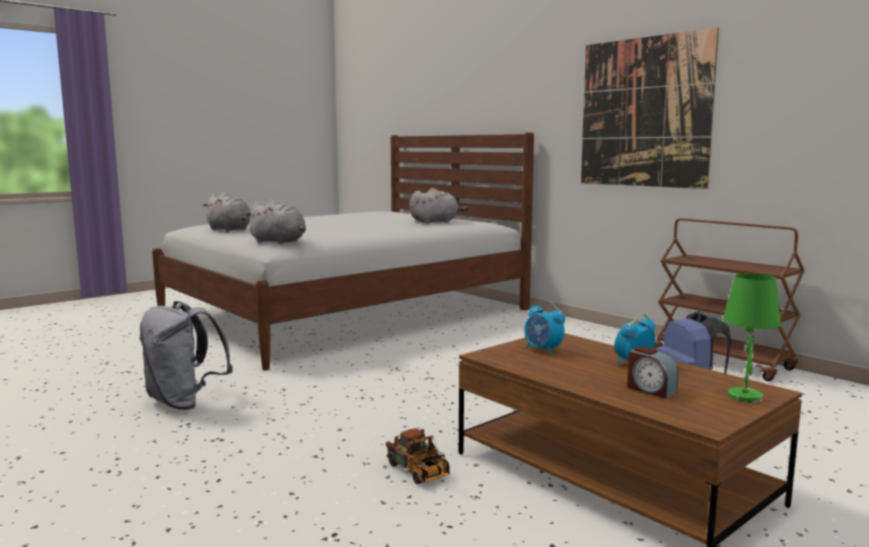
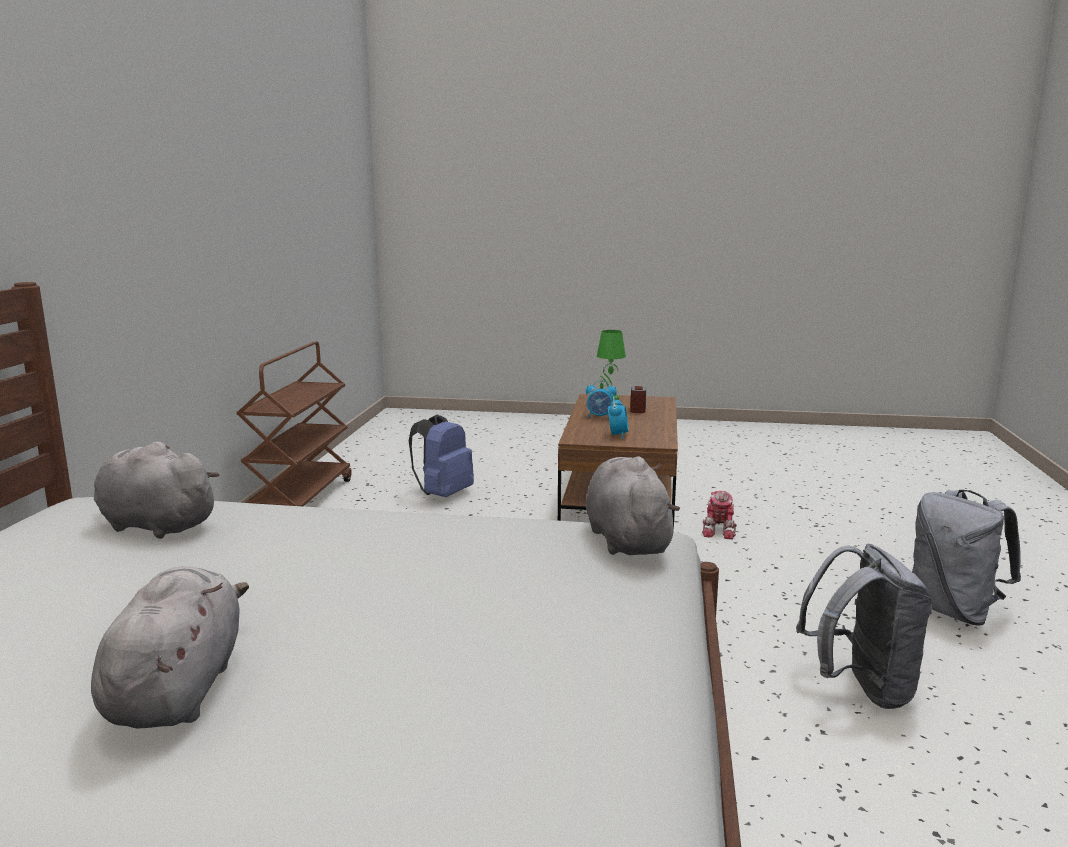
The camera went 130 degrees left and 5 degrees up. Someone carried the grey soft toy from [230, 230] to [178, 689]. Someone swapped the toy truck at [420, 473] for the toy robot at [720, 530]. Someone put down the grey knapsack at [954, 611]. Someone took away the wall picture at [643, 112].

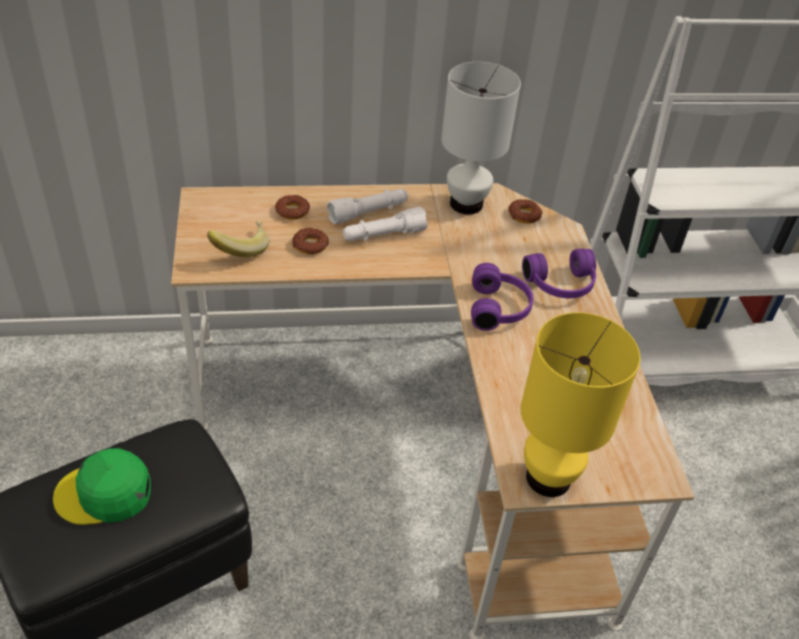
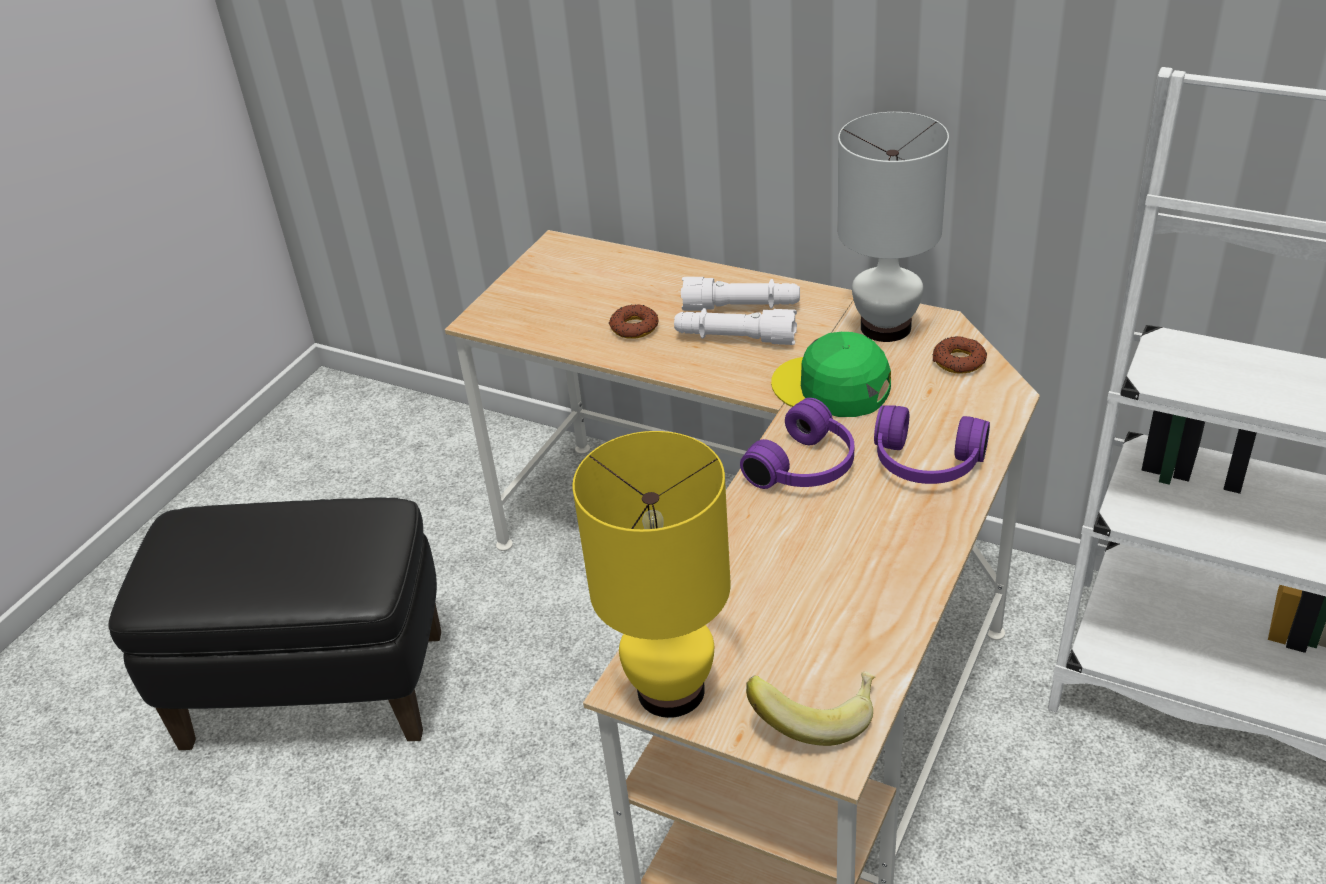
The camera went 40 degrees right and 5 degrees down. Someone carried the banana from [240, 248] to [815, 716]. Someone carried the greenish cap from [104, 493] to [832, 387]. Someone took away the doughnut at [292, 211].

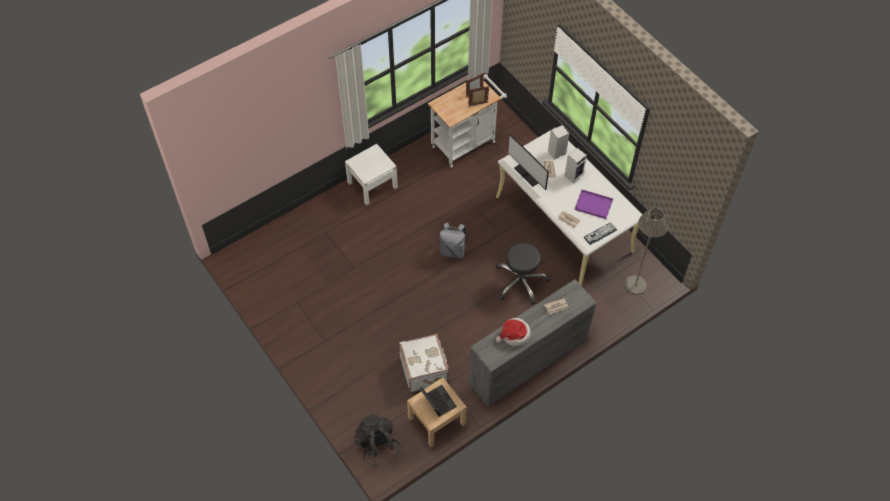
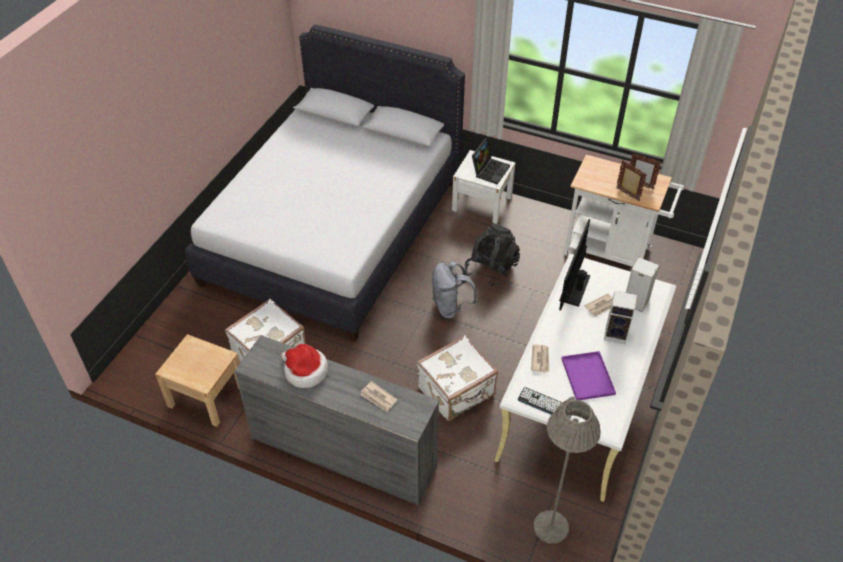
The camera went 60 degrees right and 10 degrees down. Someone put down the whitish sleeping bed at [333, 230]. Someone swapped the black-coloured stool seat at [521, 281] for the whitish travel case at [457, 392]. Someone carried the black-coloured knapsack from [377, 445] to [491, 269]. Someone carried the portable computer from [437, 402] to [490, 170].

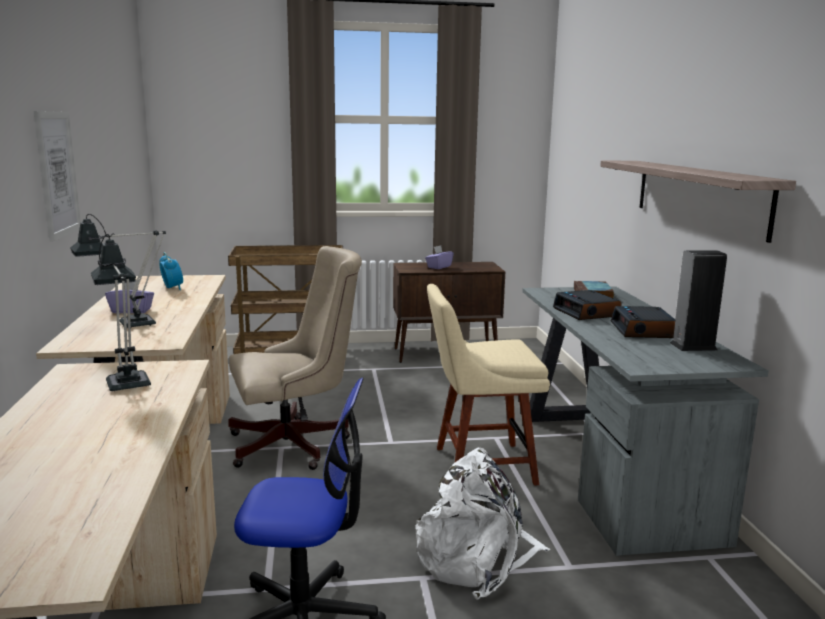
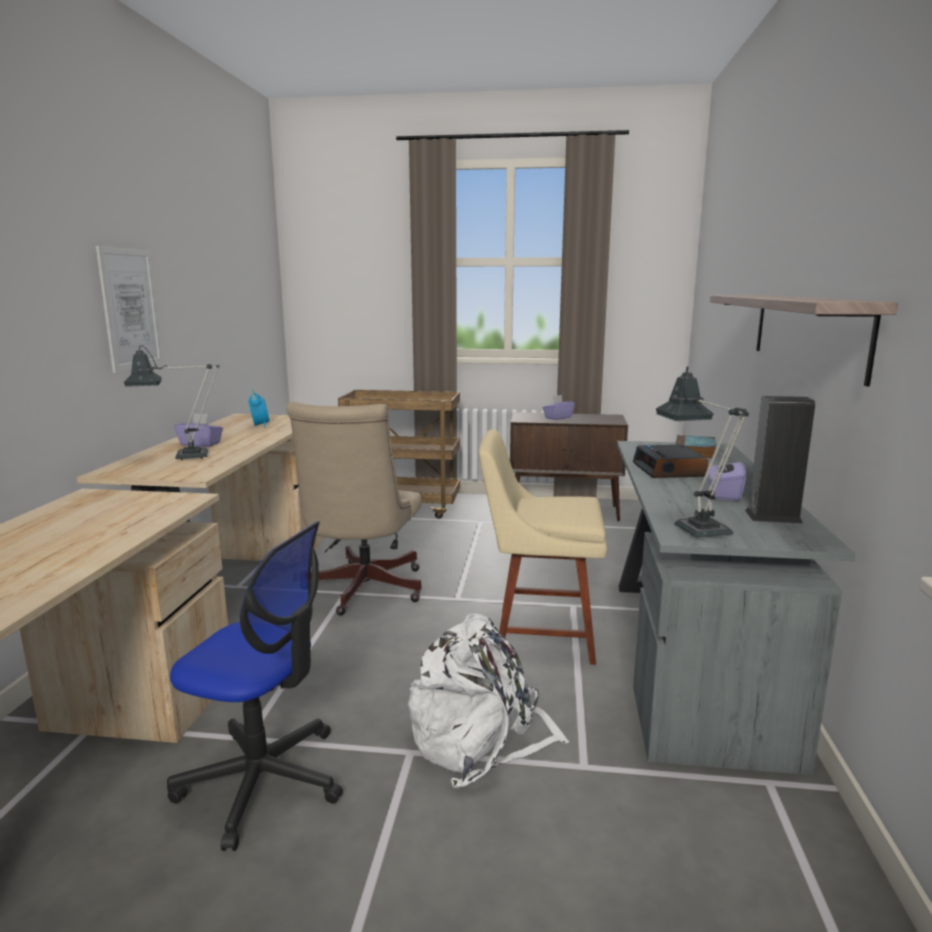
The camera went 15 degrees right and 0 degrees up. Someone rotated the beige-coloured office chair at [296, 444] by 105 degrees clockwise. Someone carried the lamp for a table from [127, 380] to [695, 527]. Someone swapped the alarm clock at [643, 330] for the purple tissue holder at [723, 494].

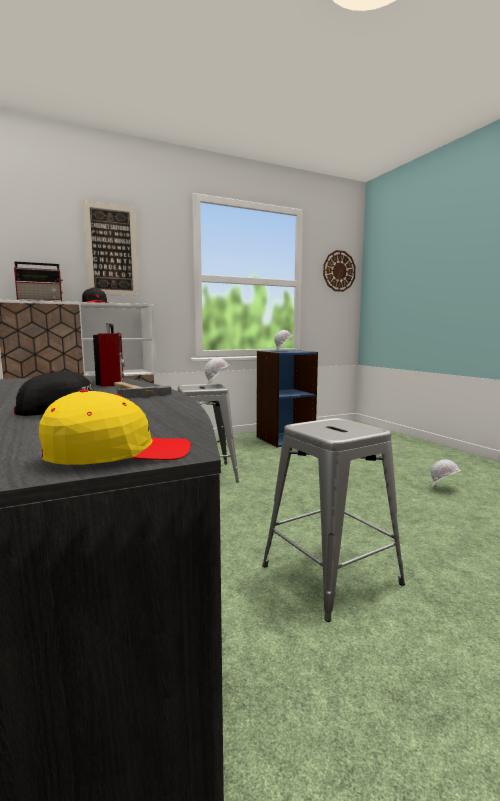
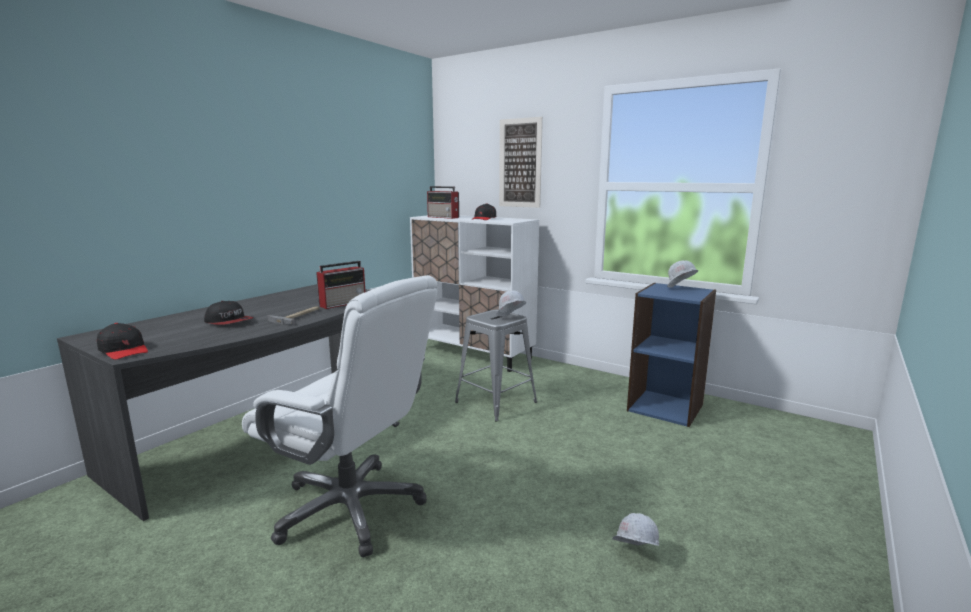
The camera went 60 degrees right and 5 degrees up. Someone repainted the yellow cap at [117, 454], which became the black-coloured cap at [124, 350]. Someone swapped the grey stool seat at [330, 575] for the whitish office chair at [351, 508]. Someone took away the hanging clock at [339, 271].

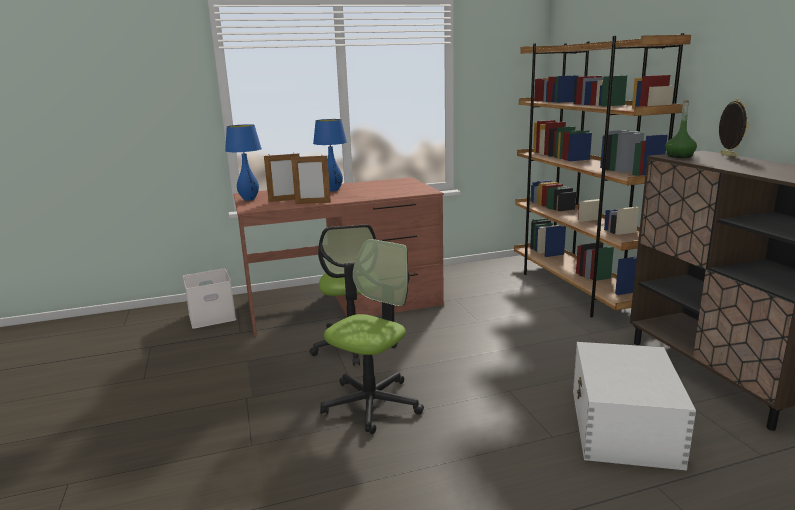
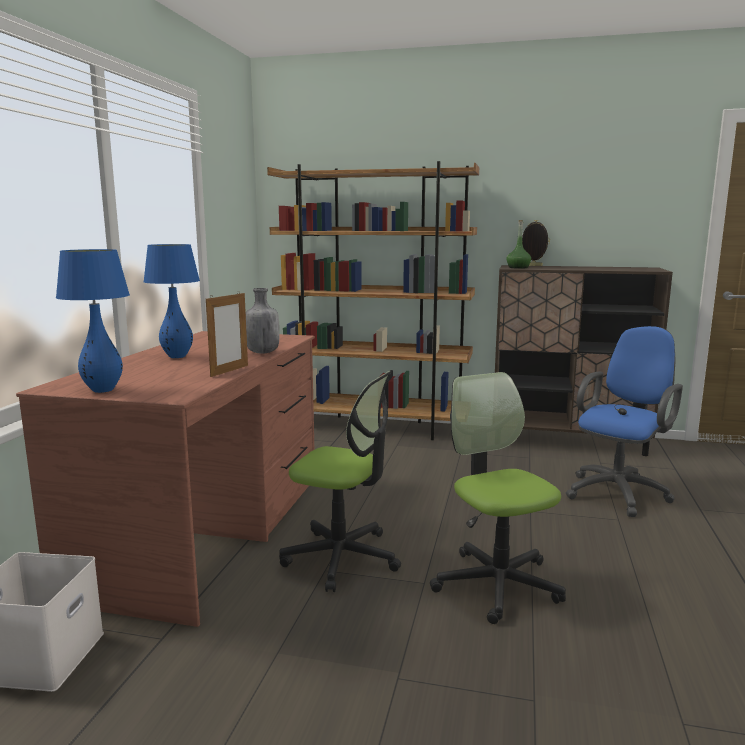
The camera went 60 degrees left and 5 degrees down. Someone put down the grey beverage bottle at [262, 352]. Someone swapped the whitish storage bin at [623, 427] for the blue-coloured office chair at [619, 492]. Someone took away the standing frame at [286, 200].

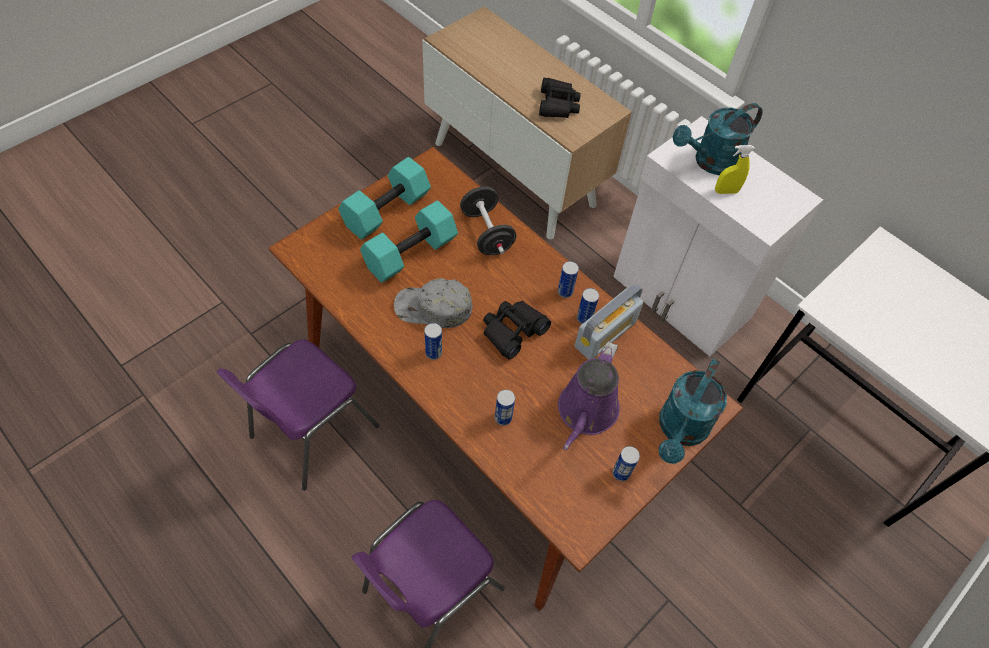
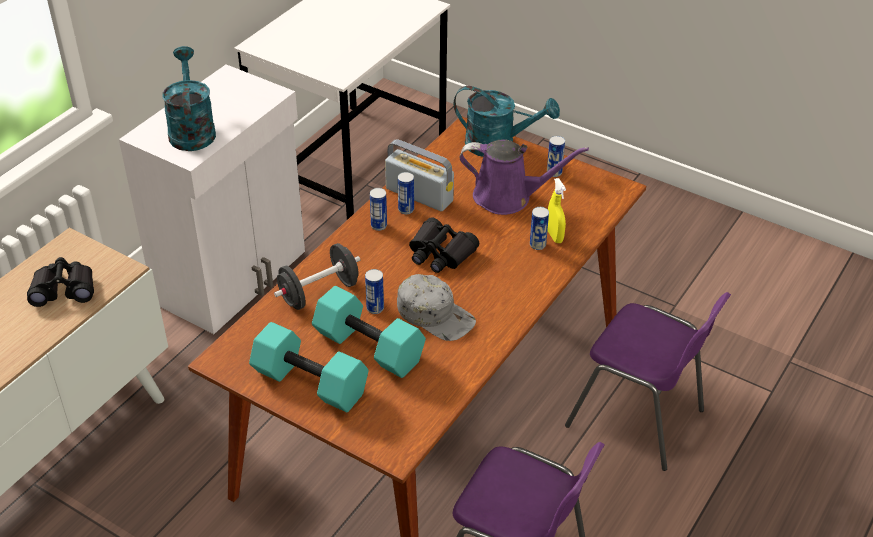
The camera went 100 degrees left and 15 degrees down. Someone rotated the turquoise-coloured sprinkling can at [709, 162] by 150 degrees counterclockwise. Someone carried the can from [433, 353] to [375, 308]. Someone rotated the grey cap at [433, 308] by 45 degrees counterclockwise. Someone carried the yellow spray bottle from [726, 191] to [554, 236].

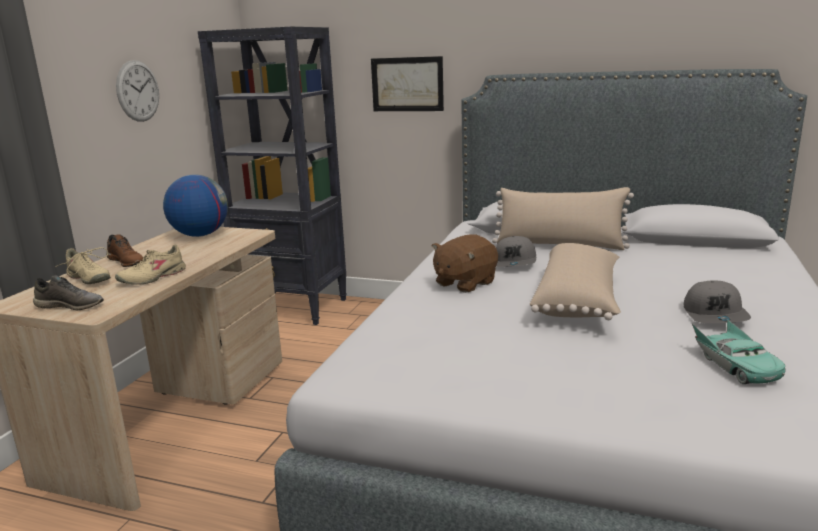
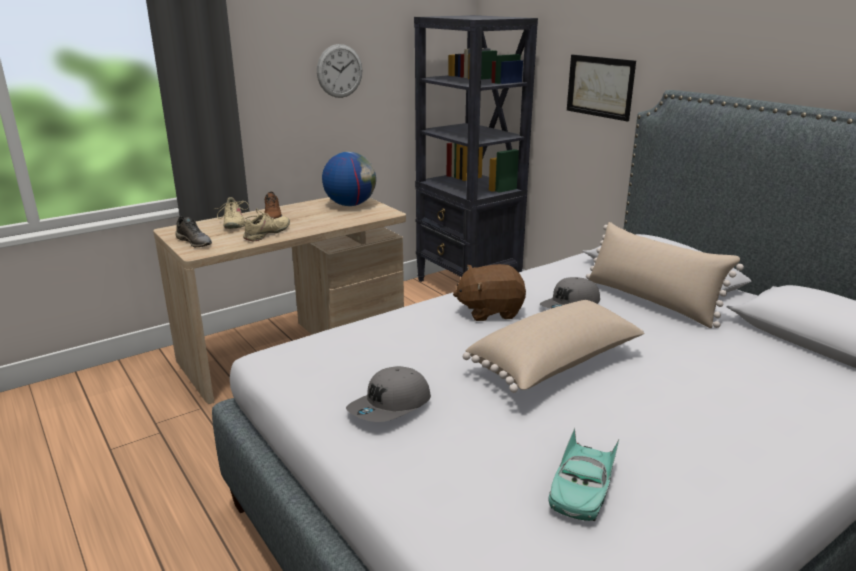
The camera went 35 degrees right and 5 degrees up. Someone rotated the beige-coloured shoe at [153, 277] by 135 degrees clockwise. Someone carried the grey cap from [715, 315] to [390, 406].

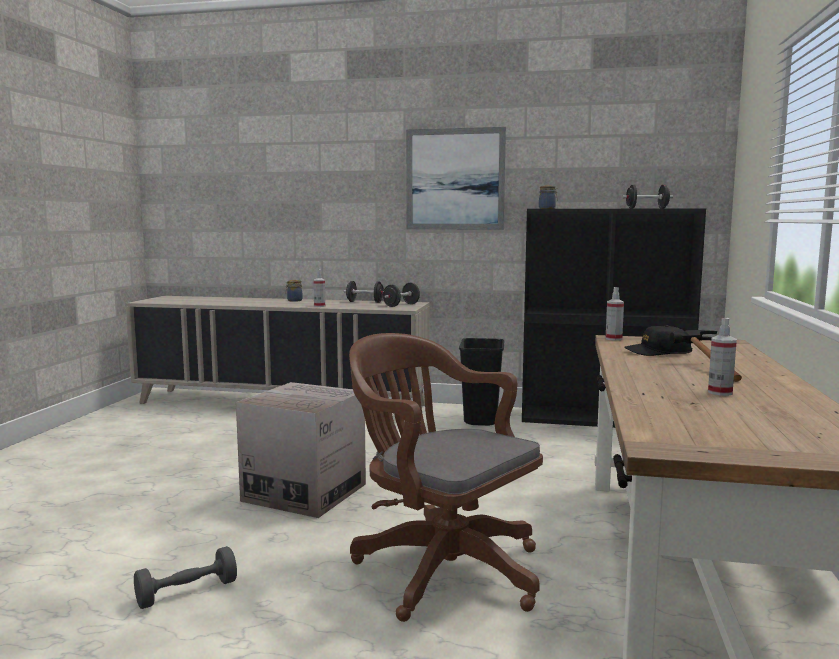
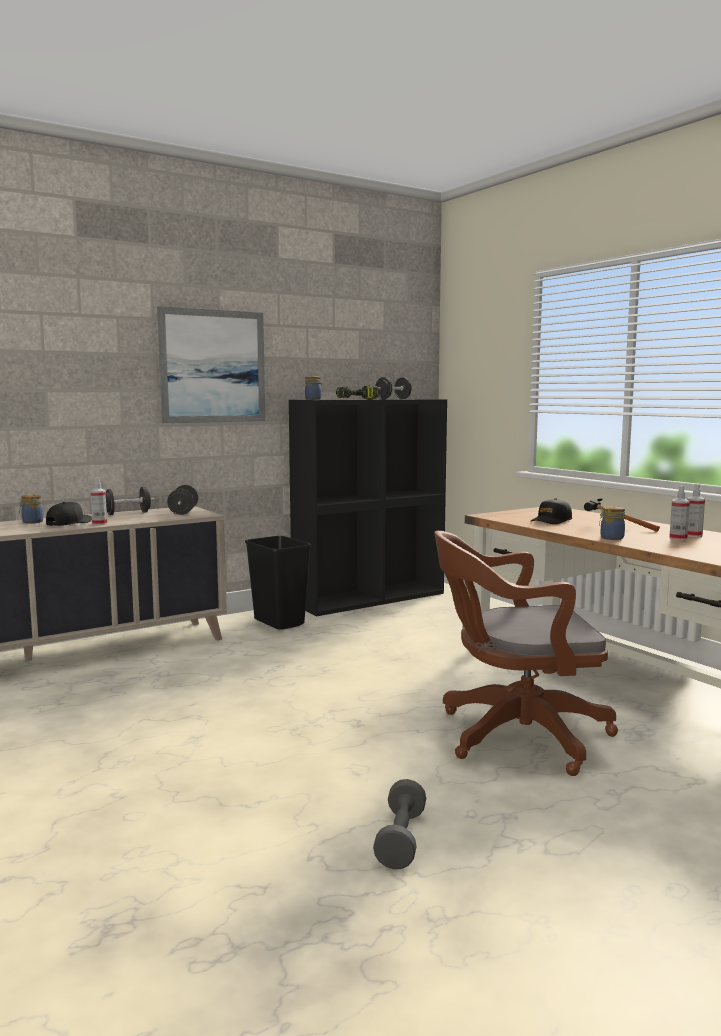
The camera went 45 degrees left and 0 degrees up. Someone put down the black-coloured cap at [69, 523]. Someone put down the electric drill at [357, 399]. Someone put down the jar at [611, 538]. Someone carried the spray bottle from [613, 339] to [693, 535]. Someone took away the packing box at [305, 492].

